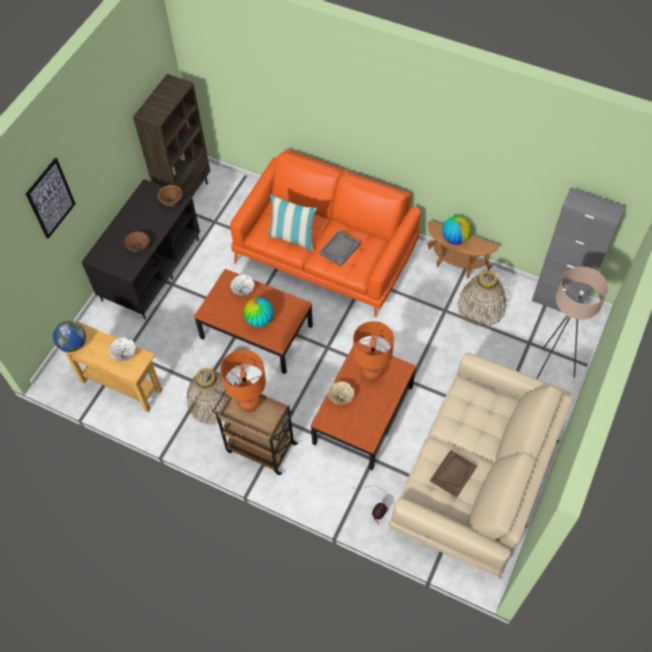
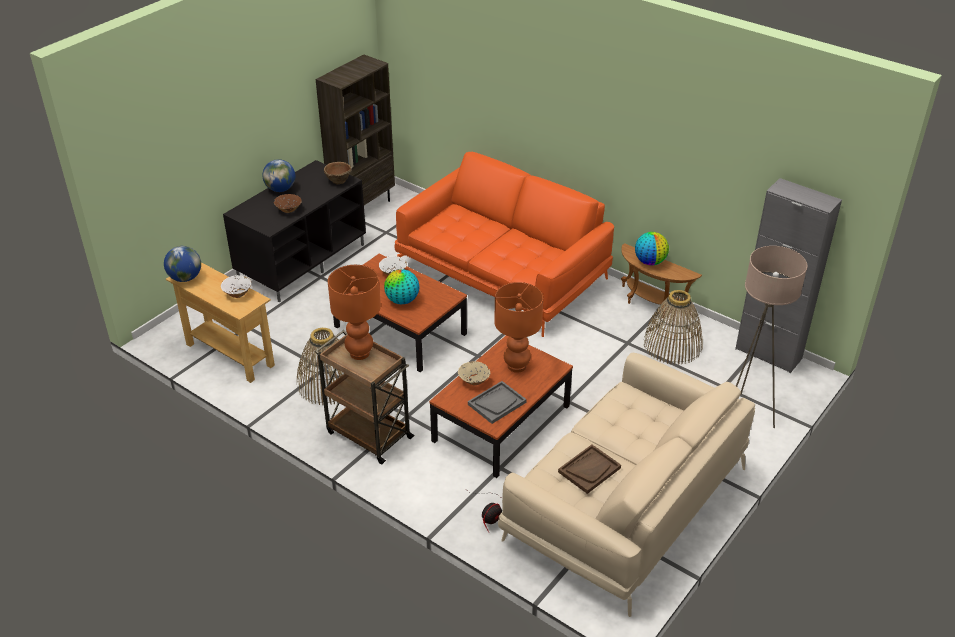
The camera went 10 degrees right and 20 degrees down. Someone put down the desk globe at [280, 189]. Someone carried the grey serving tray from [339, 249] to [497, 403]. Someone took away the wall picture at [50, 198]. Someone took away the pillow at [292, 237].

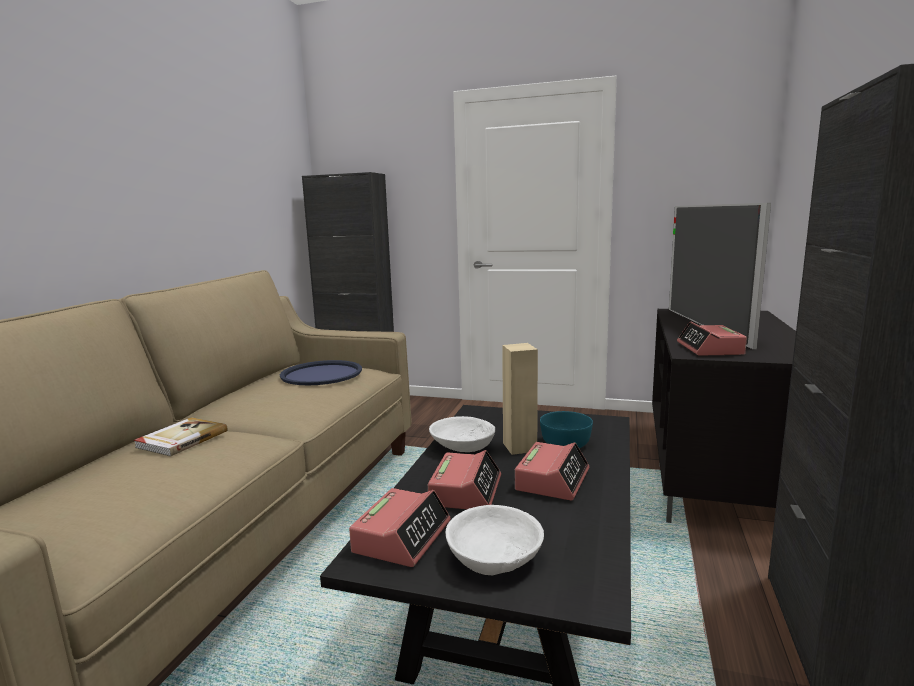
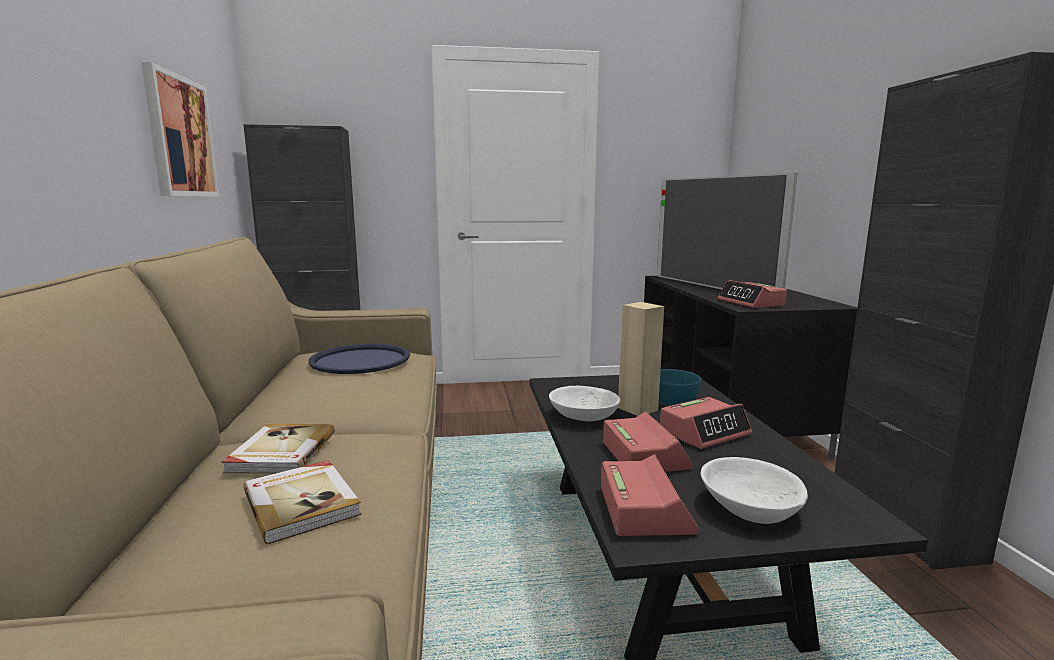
The camera went 25 degrees left and 0 degrees up. Someone put up the wall picture at [180, 137]. Someone put down the volume at [303, 502]. Someone rotated the alarm clock at [552, 480] by 60 degrees clockwise.

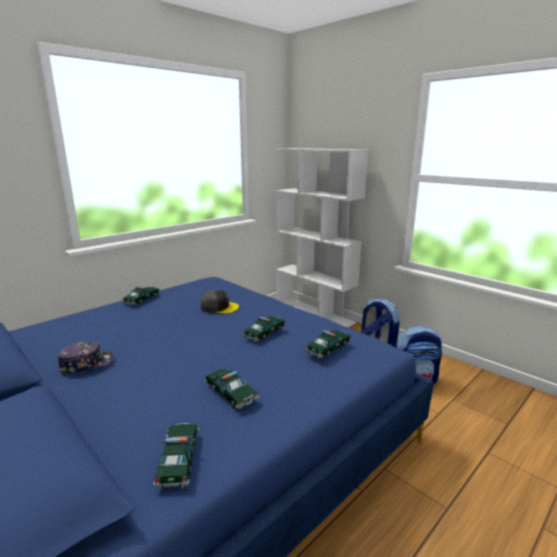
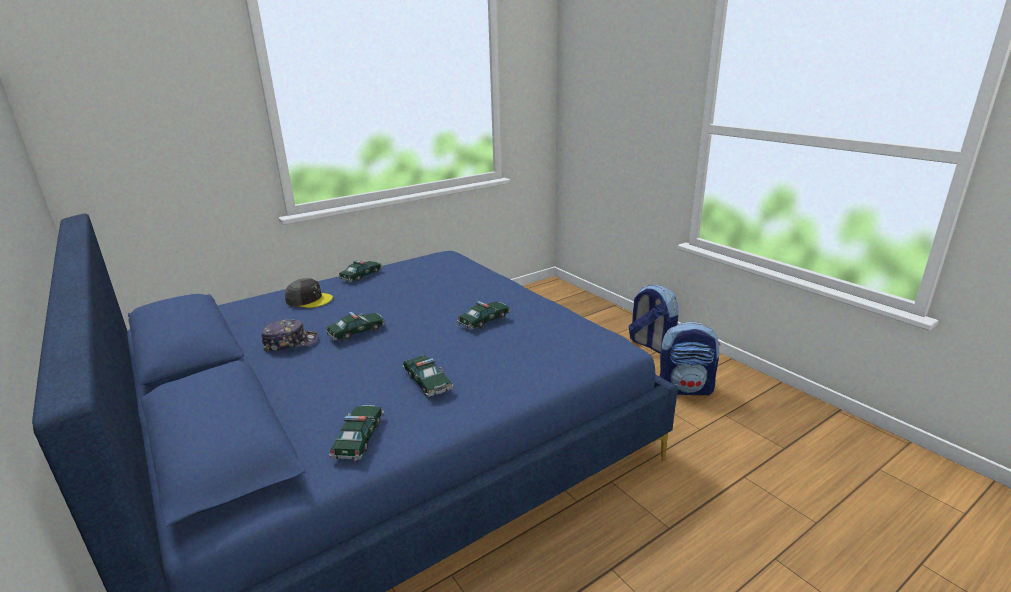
The camera went 10 degrees right and 5 degrees up. Someone carried the grey cap from [219, 307] to [309, 300]. Someone carried the miniature car from [328, 348] to [356, 332]. Someone took away the whitish bookshelf at [314, 313].

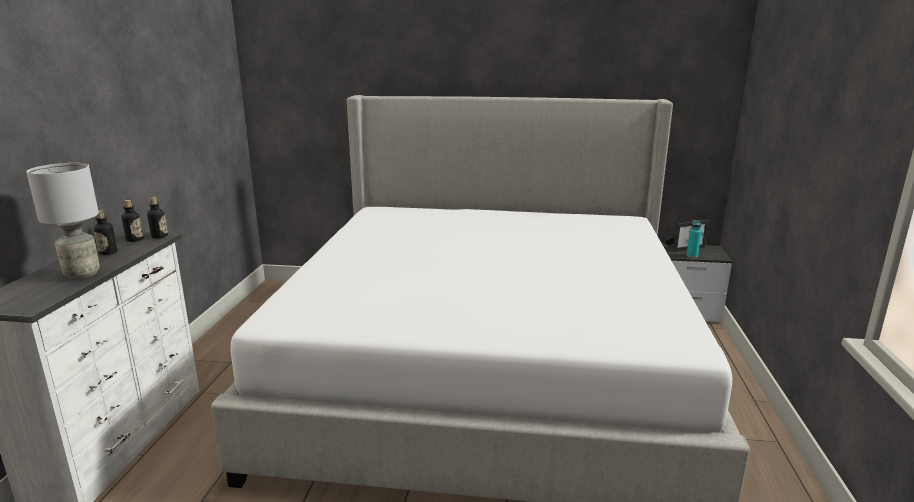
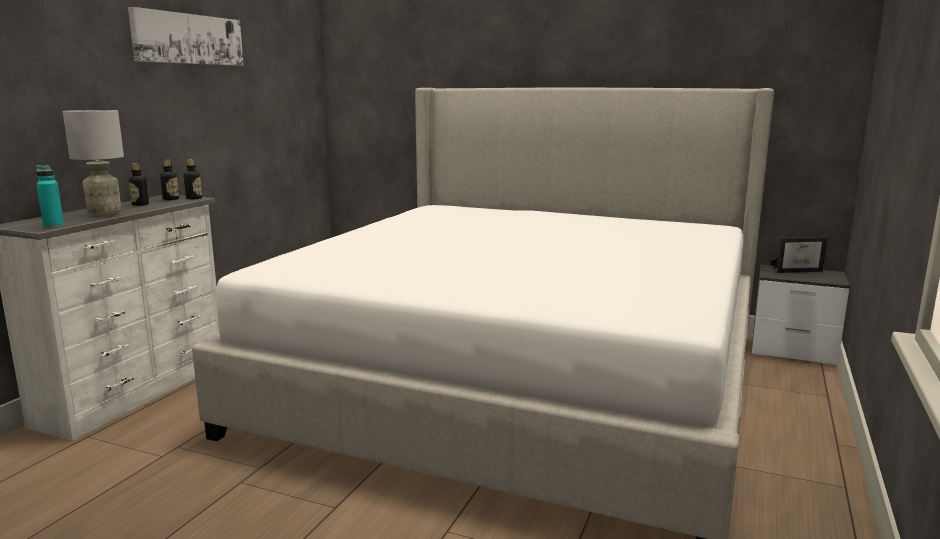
The camera went 15 degrees right and 5 degrees down. Someone carried the turquoise-coloured beverage bottle from [692, 256] to [53, 226]. Someone put up the wall picture at [188, 39].

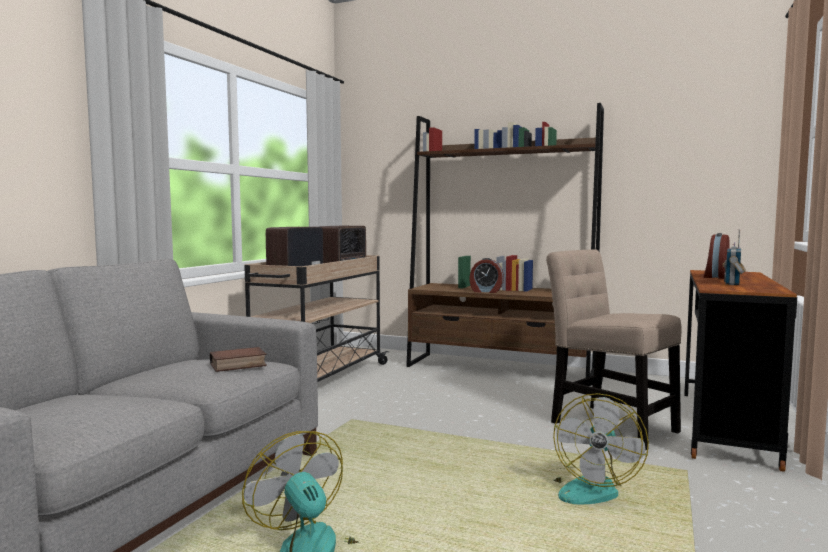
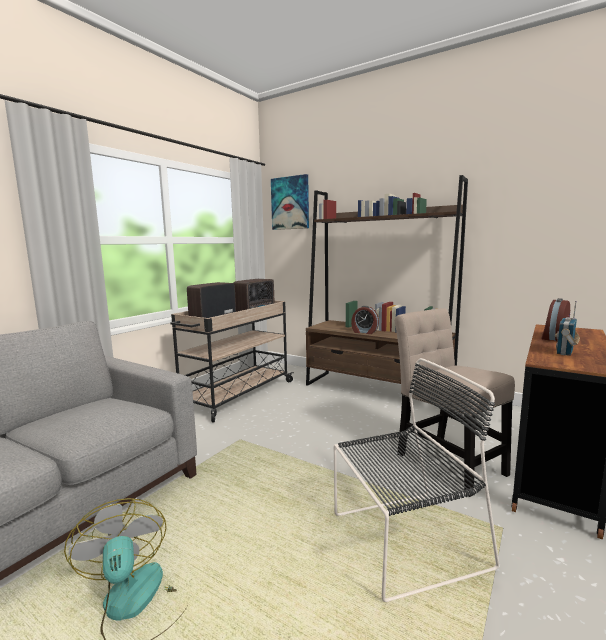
The camera went 10 degrees right and 5 degrees up. Someone put up the wall picture at [290, 203]. Someone swapped the fan at [589, 488] for the black-coloured plain chair at [404, 541]. Someone took away the volume at [237, 365].

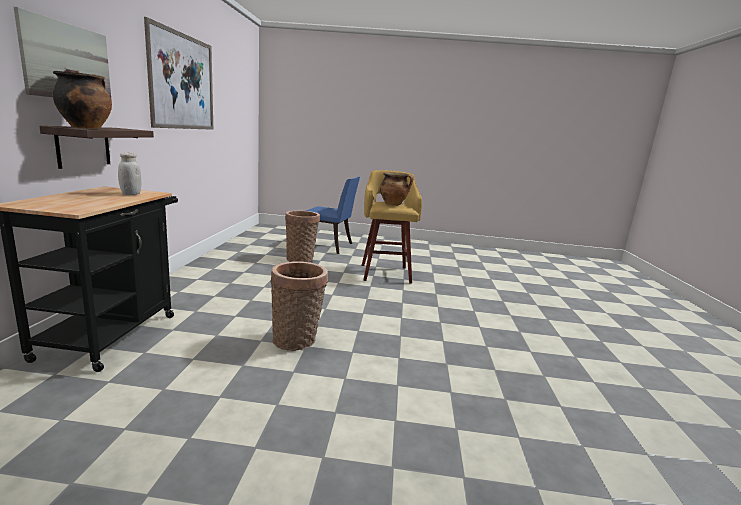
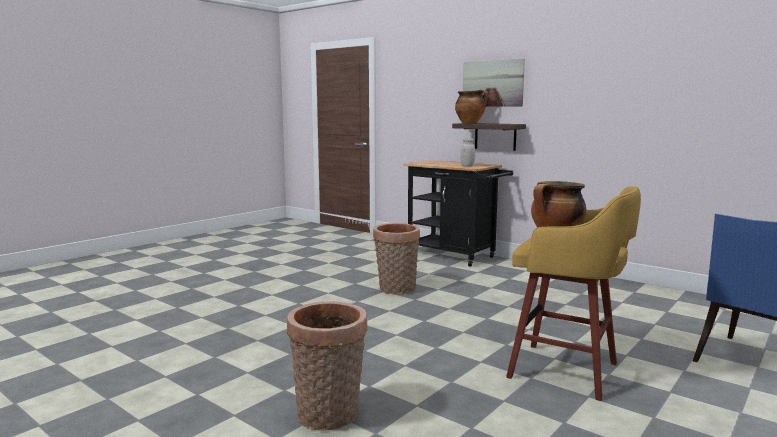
The camera went 125 degrees right and 5 degrees down. Someone carried the household basket from [301, 259] to [329, 417]. Someone took away the wall picture at [183, 82].

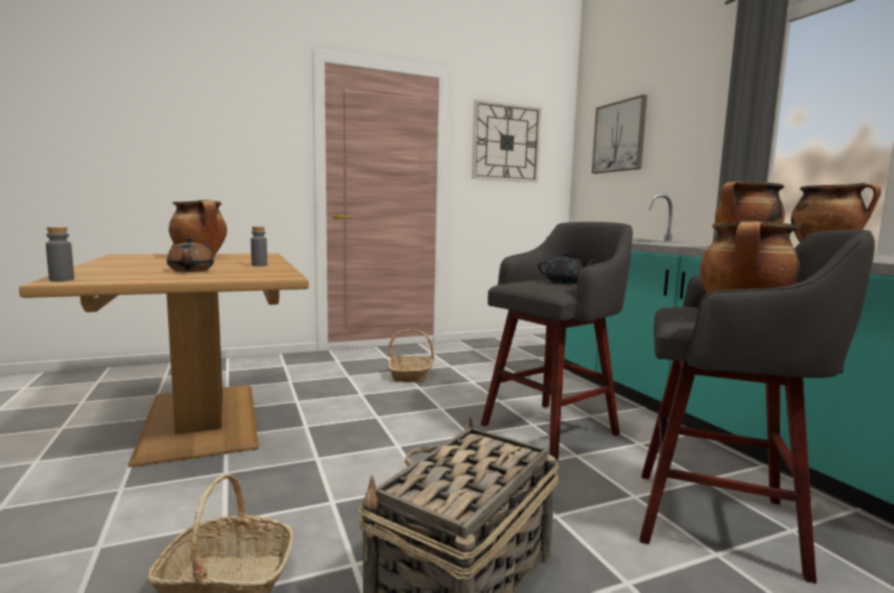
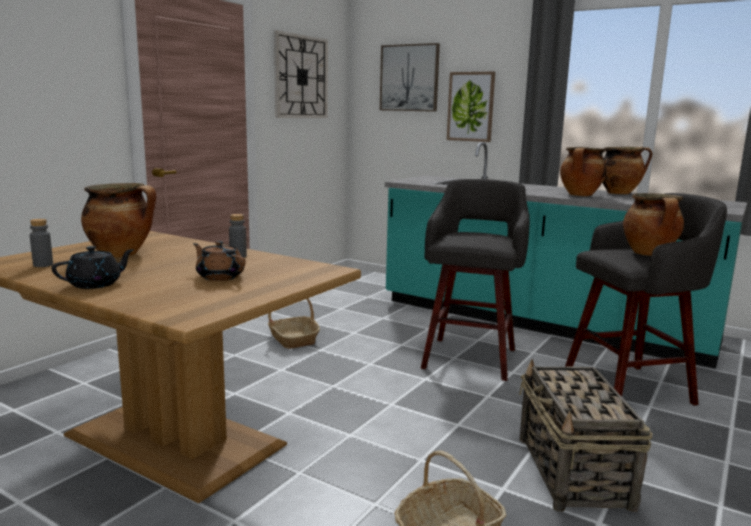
The camera went 35 degrees left and 5 degrees up. Someone carried the grey beverage bottle from [61, 279] to [43, 265]. Someone carried the black-coloured tea pot from [565, 282] to [96, 284]. Someone put up the wall picture at [471, 106].

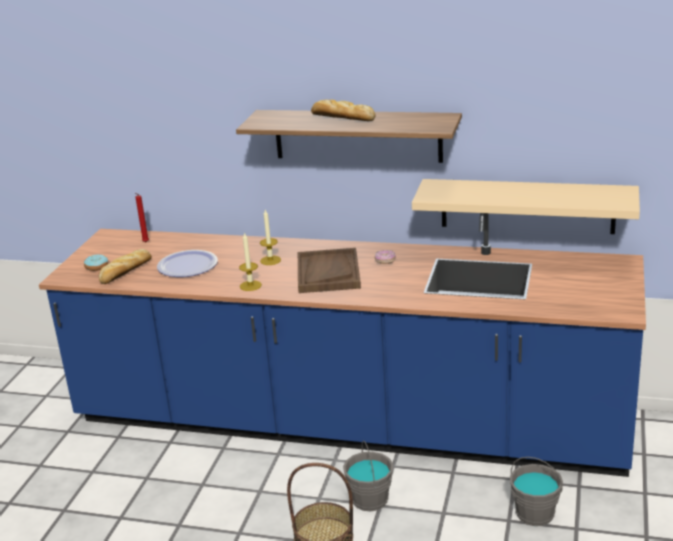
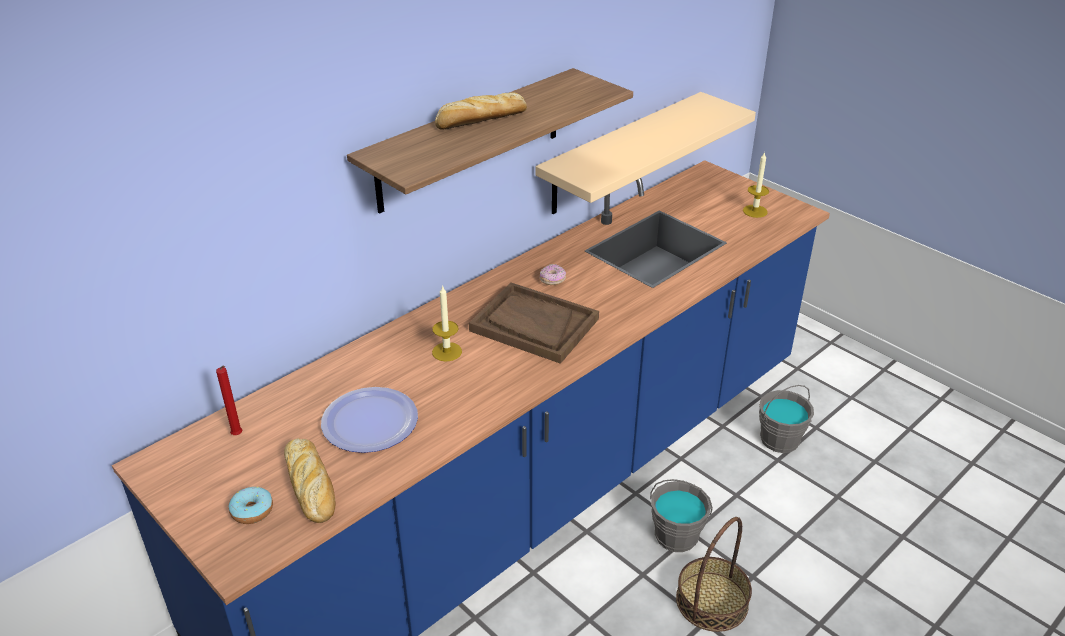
The camera went 60 degrees left and 10 degrees up. Someone carried the candle from [250, 285] to [755, 211].

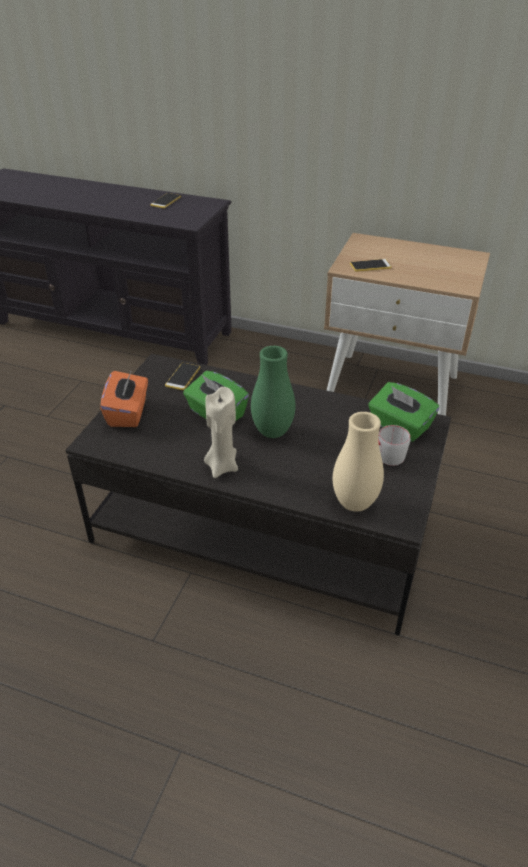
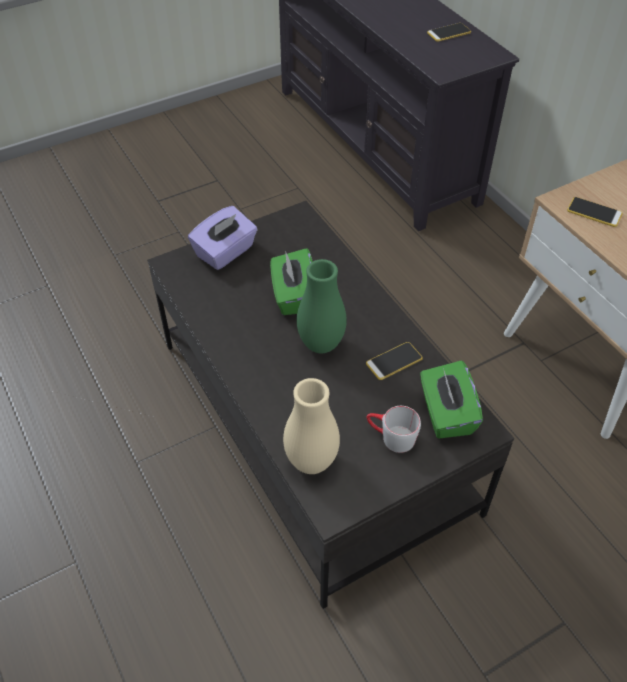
The camera went 40 degrees right and 10 degrees up. Someone repainted the orangey tissue holder at [128, 413], which became the purple tissue holder at [225, 252]. Someone carried the telephone from [183, 377] to [394, 361]. Someone took away the beige-coloured candle at [222, 466].

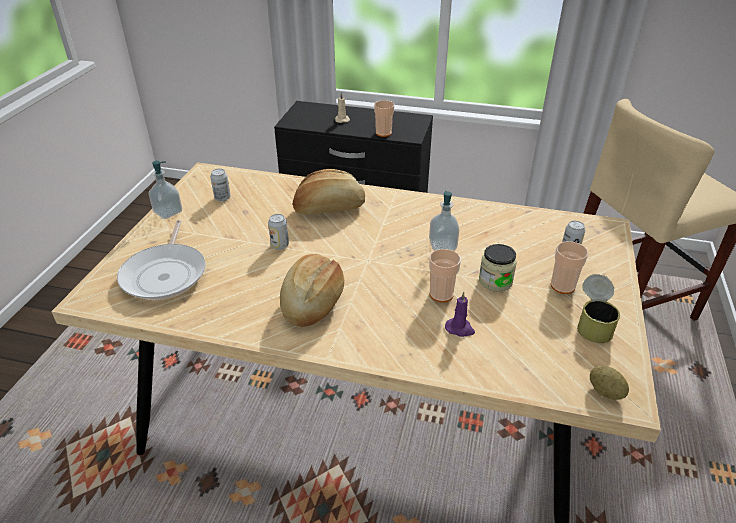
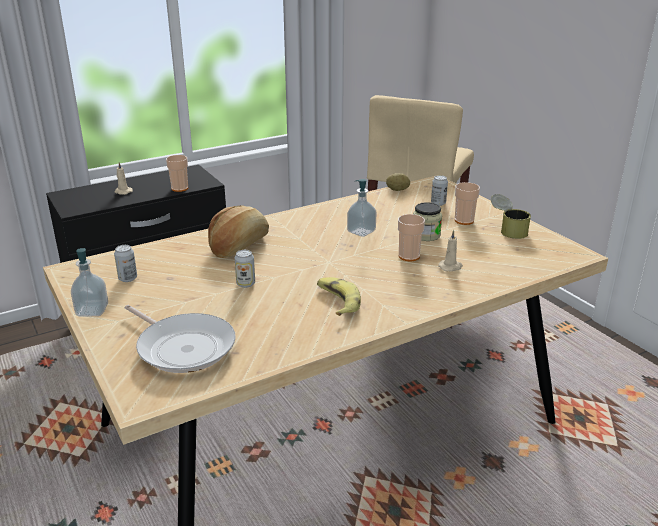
The camera went 45 degrees left and 10 degrees down. Someone swapped the bread at [312, 302] for the banana at [337, 301]. Someone carried the spud from [605, 392] to [397, 190]. Someone repainted the purple candle at [460, 329], which became the beige-coloured candle at [451, 267].

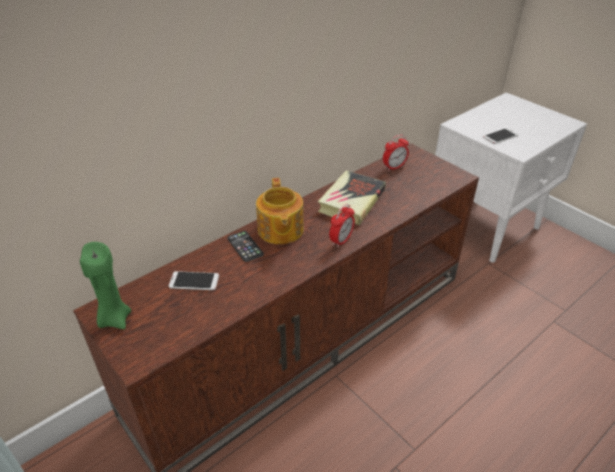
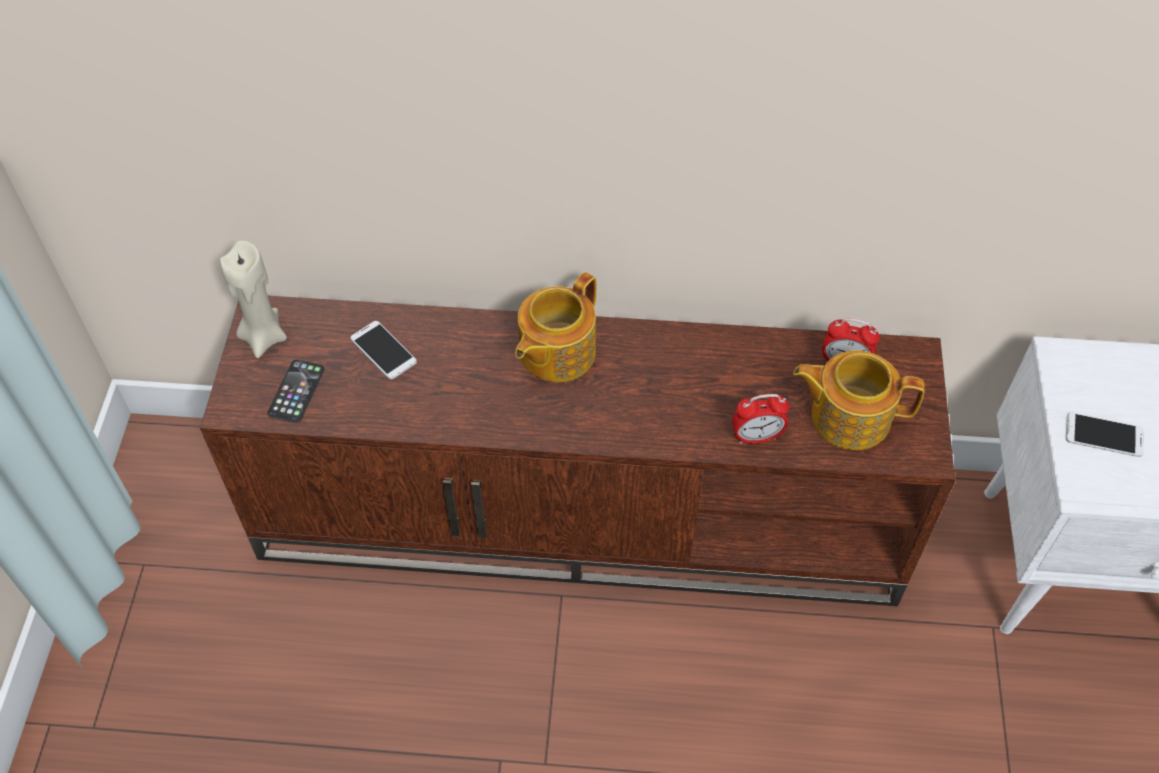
The camera went 45 degrees right and 15 degrees up. Someone repainted the greenish candle at [114, 319], which became the beige-coloured candle at [264, 337]. Someone carried the telephone from [245, 246] to [296, 391]. Someone carried the alarm clock from [341, 241] to [756, 437]. Someone put down the tea pot at [848, 415]. Someone took away the volume at [351, 201].

